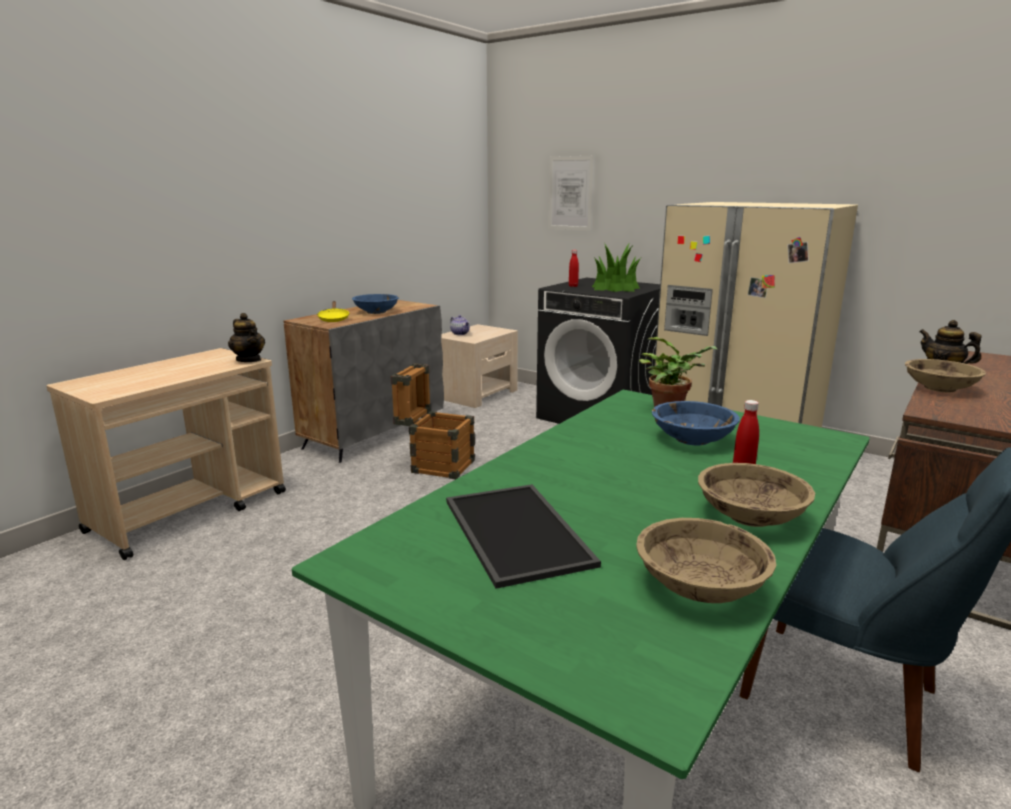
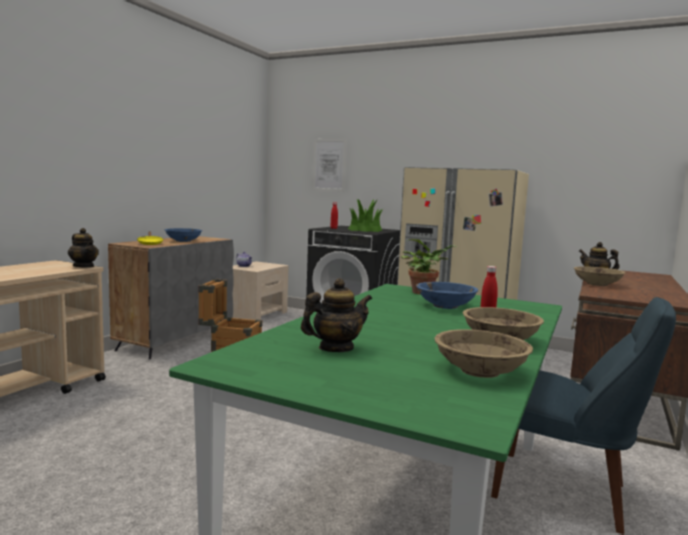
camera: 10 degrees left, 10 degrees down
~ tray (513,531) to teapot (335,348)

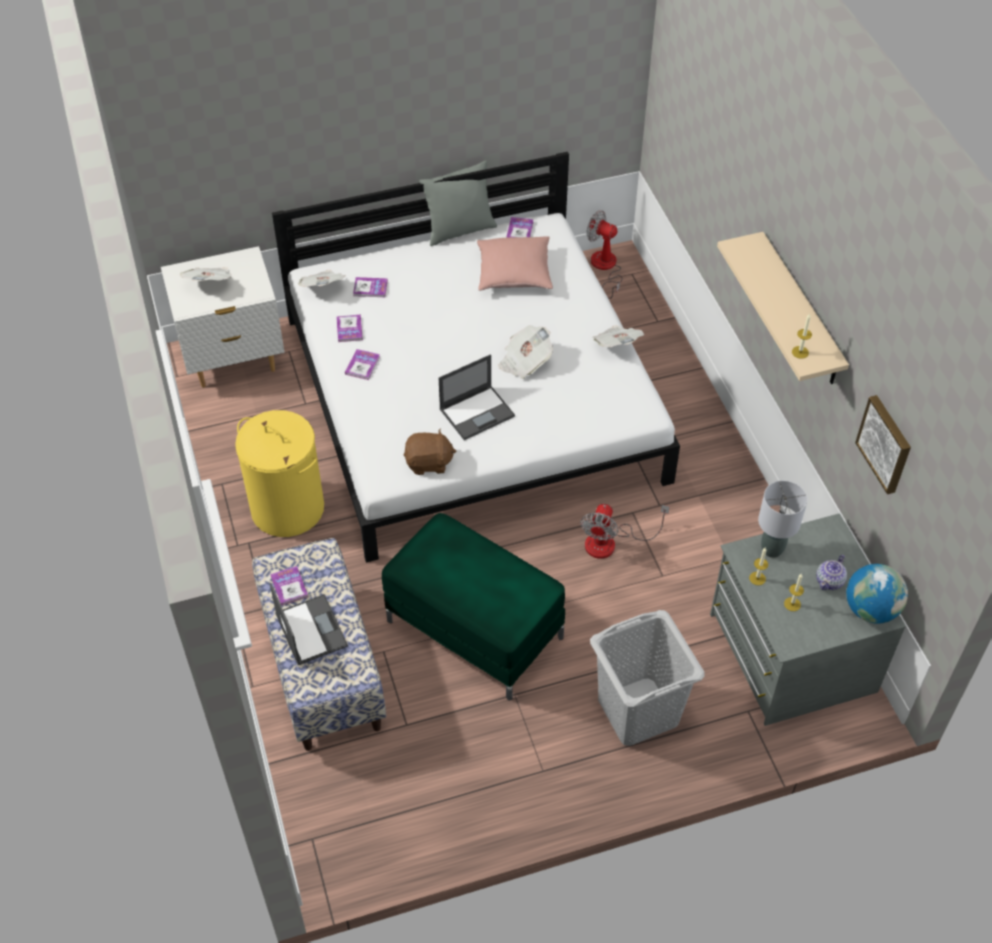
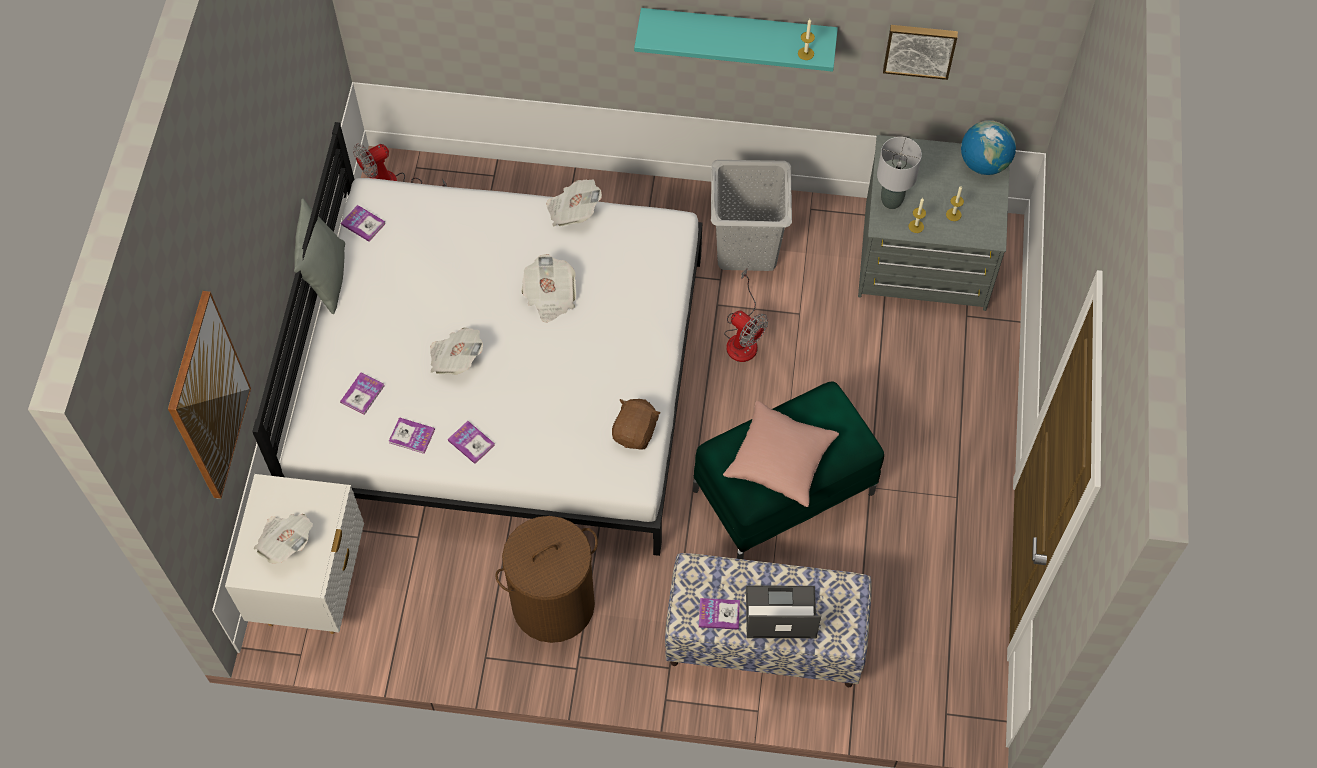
camera: 65 degrees left, 10 degrees up
- laptop (477,412)
- teapot (830,581)
+ picture (208,397)
~ newspaper (323,288) to (456,359)
~ pillow in pink (514,273) to (780,460)
~ laundry basket in grey (637,712) to (747,247)
~ laundry basket in yellow (288,508) to laundry basket in brown (553,603)
~ shelf in beige (800,311) to shelf in turquoise (738,32)

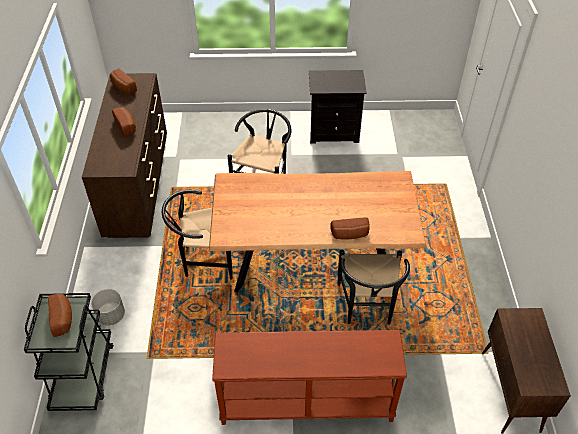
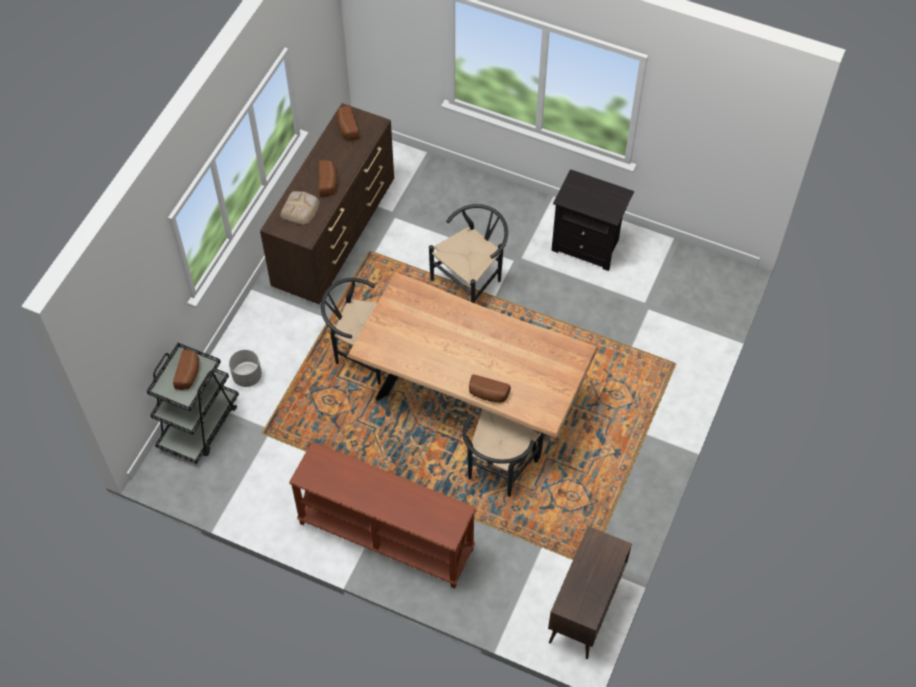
camera: 25 degrees right, 10 degrees up
+ bread (300,209)

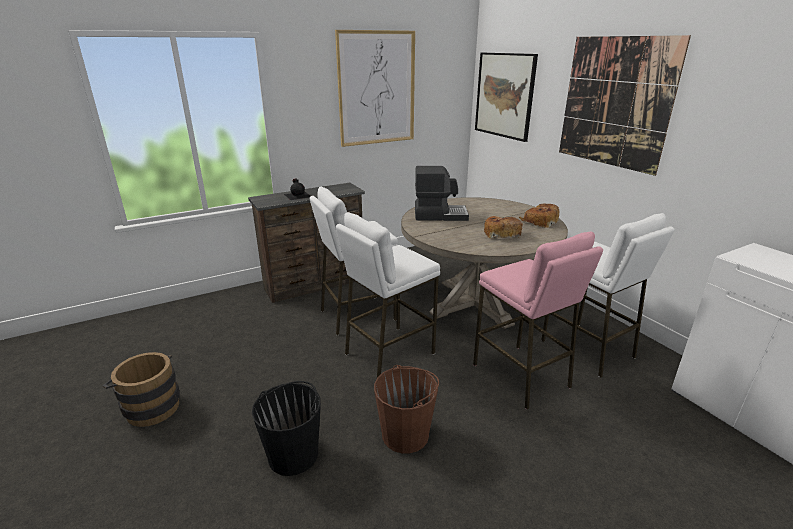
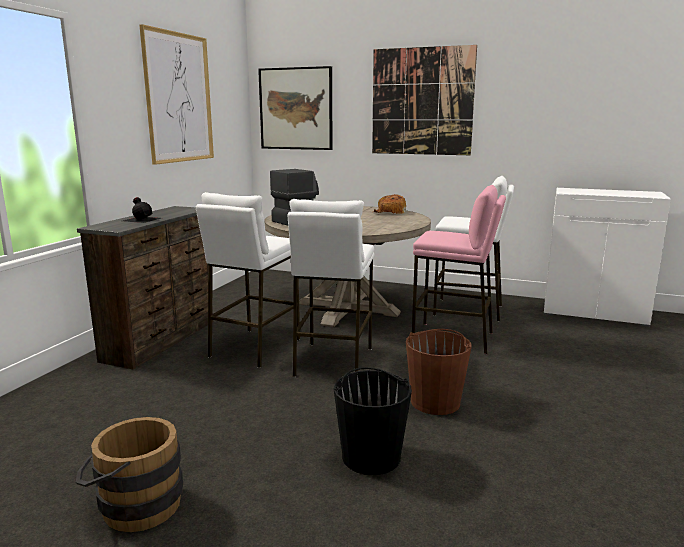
camera: 40 degrees left, 10 degrees down
- bread (501,234)

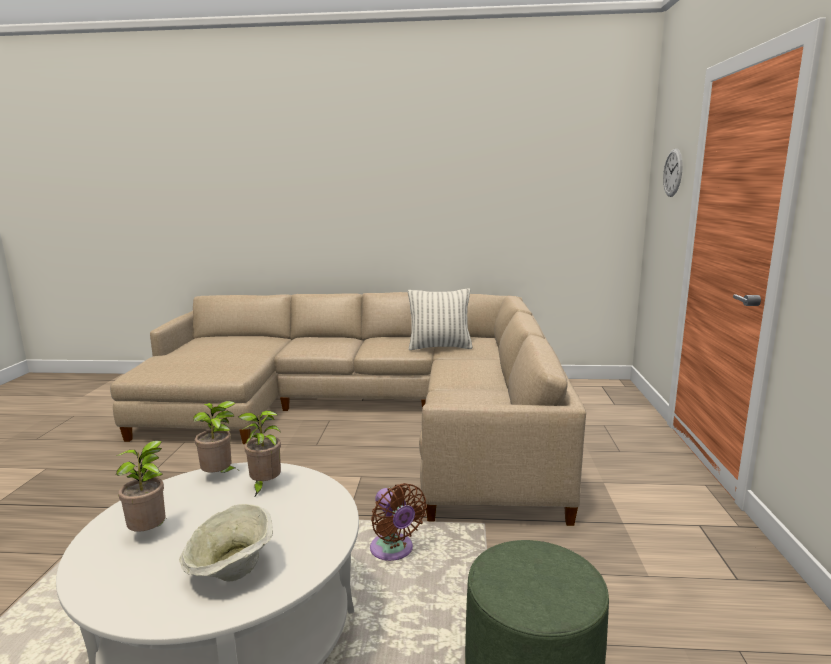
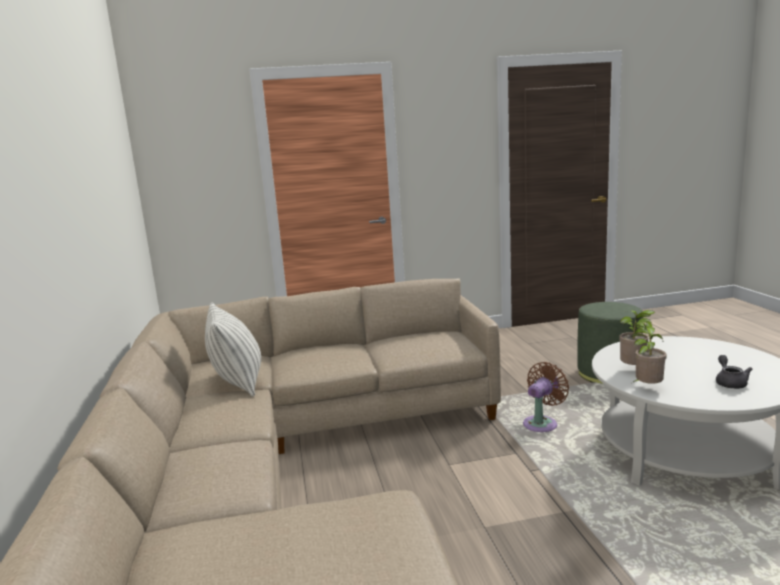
camera: 105 degrees left, 0 degrees up
- bowl in beige (231,570)
- wall clock (673,172)
~ potted plant (151,533) to teapot in grey (730,382)

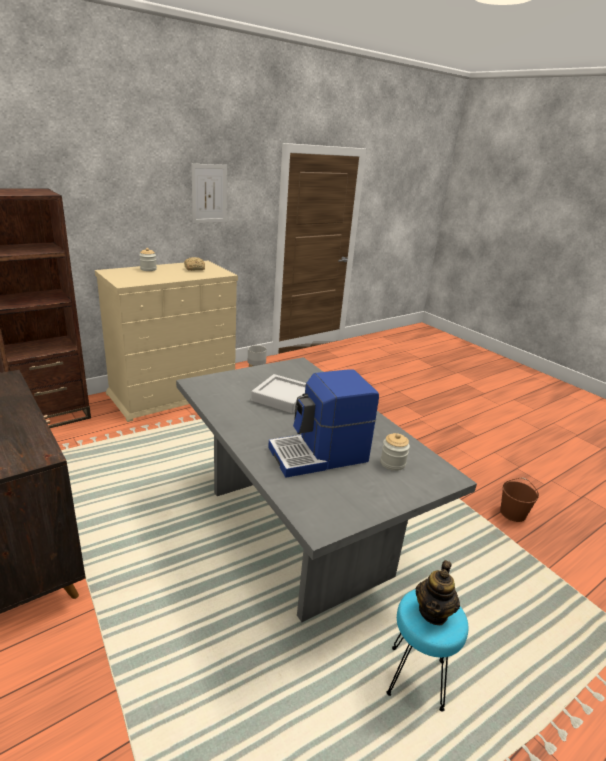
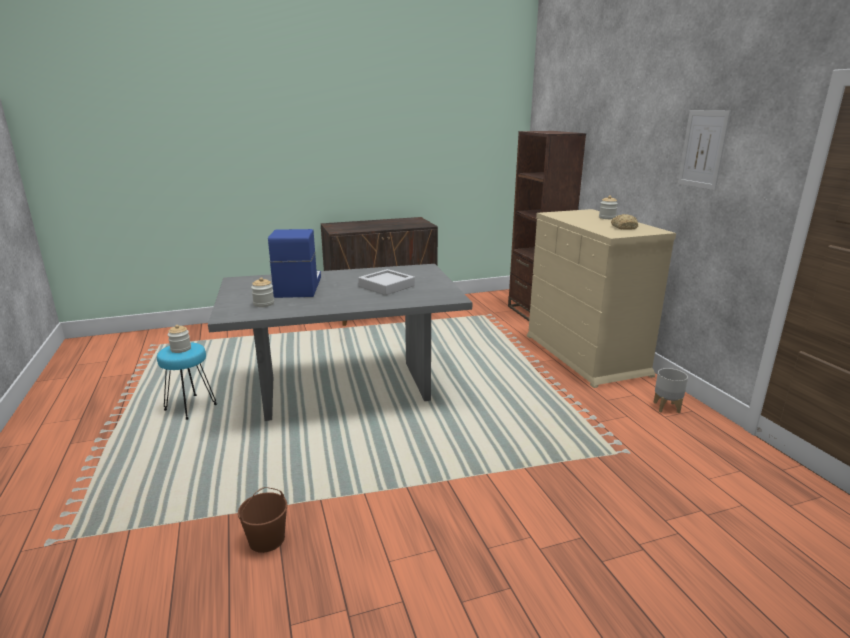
camera: 110 degrees right, 5 degrees down
~ teapot (433,612) to jar (181,349)

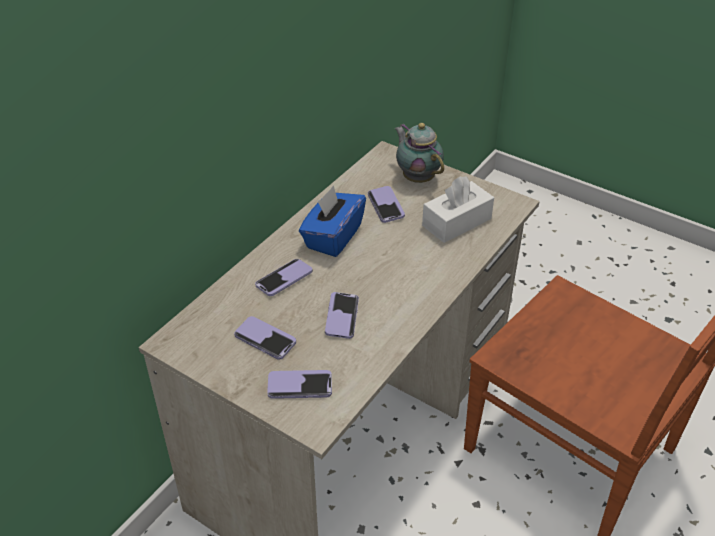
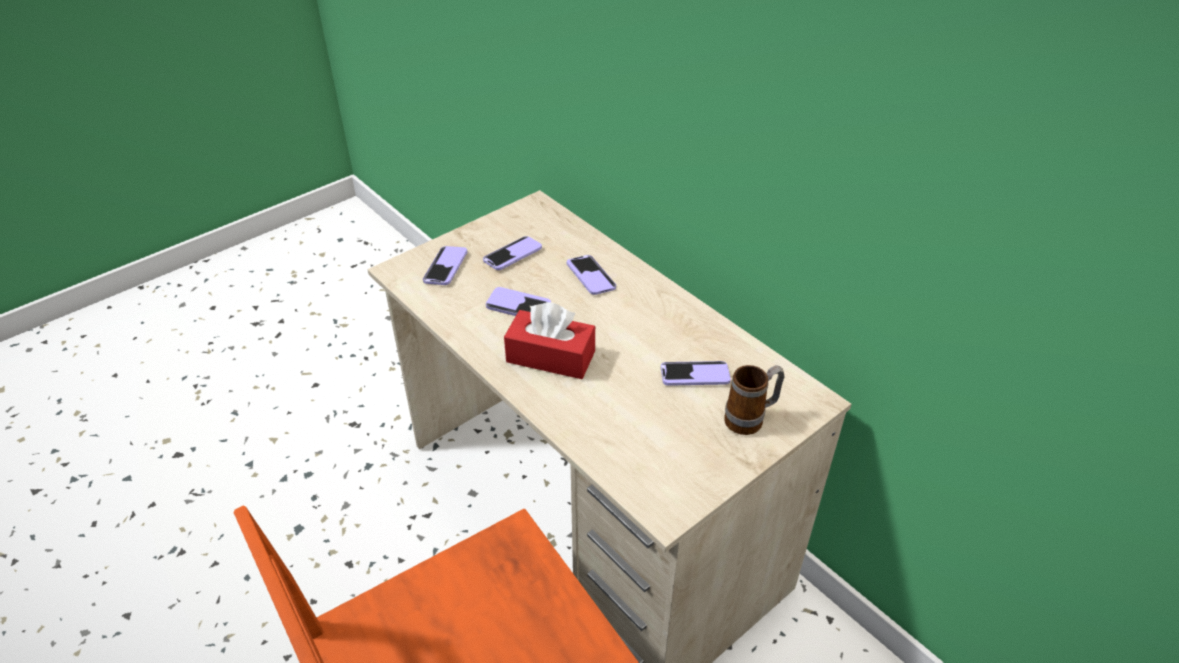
camera: 105 degrees right, 0 degrees up
- tissue box in blue (333,237)
- tissue box in white (456,222)
+ tissue box in red (550,356)
~ teapot (417,177) to mug (750,419)

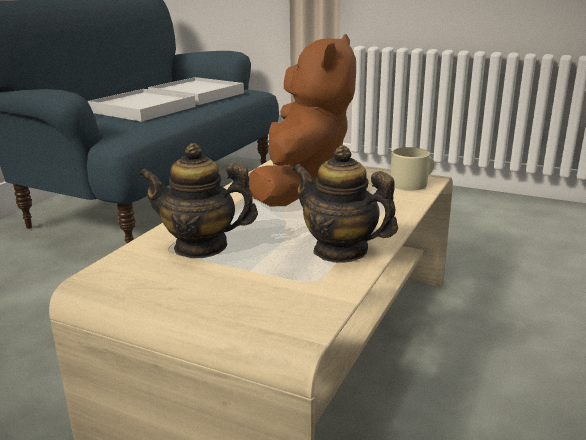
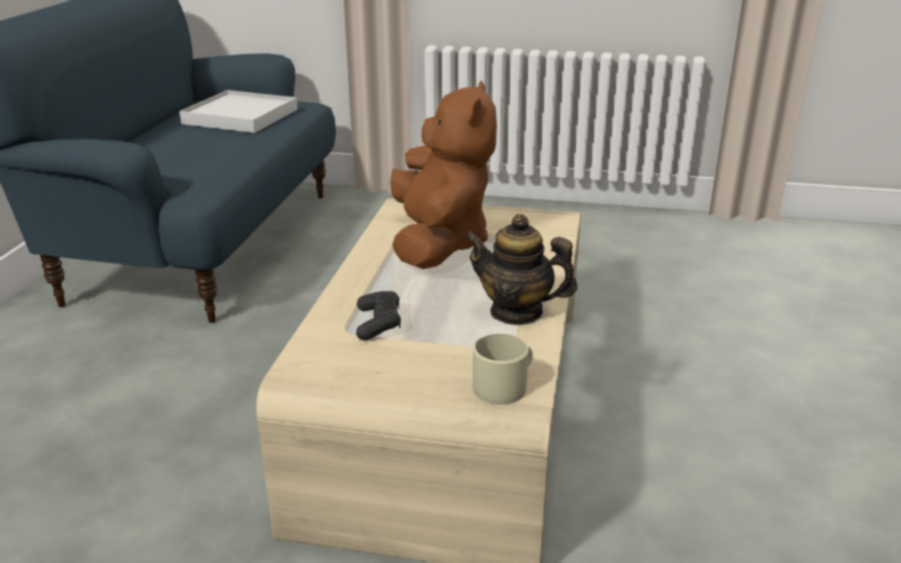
camera: 15 degrees left, 5 degrees up
- tray in white (143,109)
~ mug in beige (412,183) to (505,386)
~ teapot (201,247) to game controller in black (378,323)

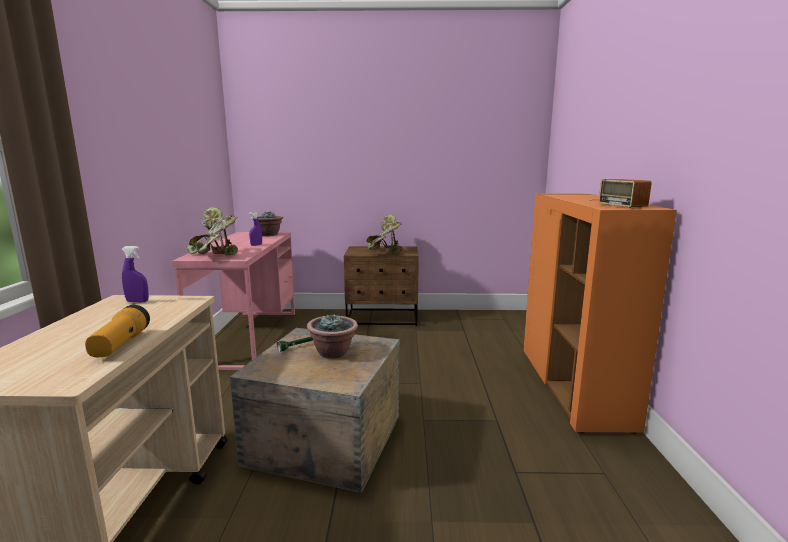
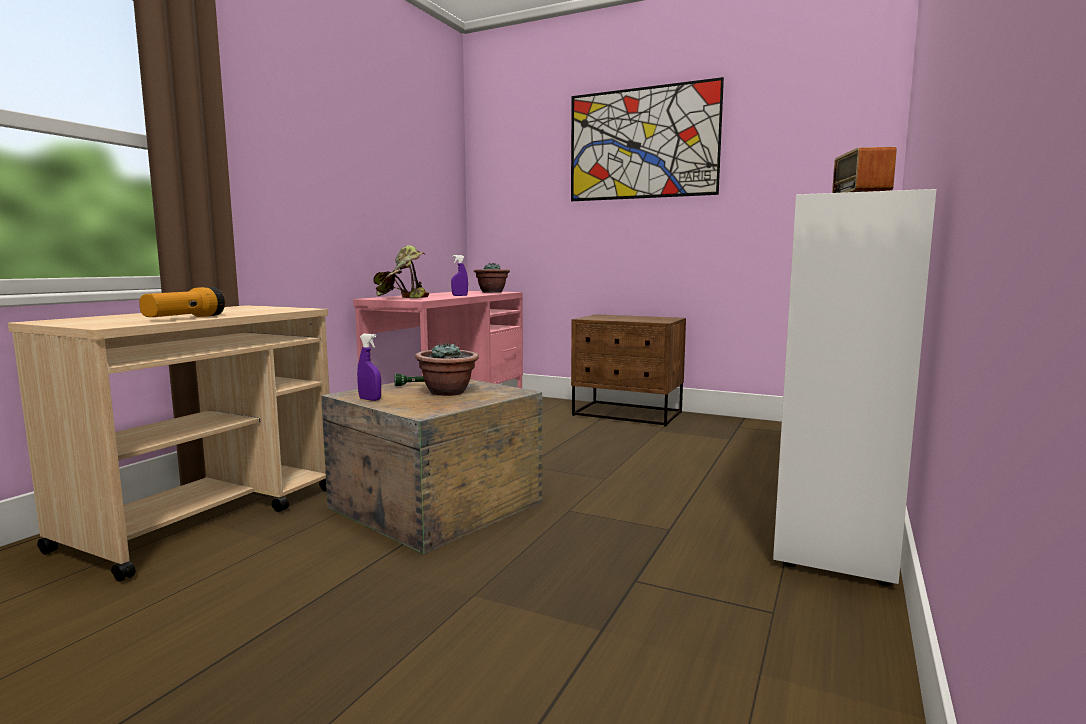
camera: 25 degrees right, 5 degrees down
- potted plant (384,252)
+ picture (642,143)
~ spray bottle in purple (137,301) to (370,399)
~ cabinet in orange (573,388) to cabinet in white (837,520)

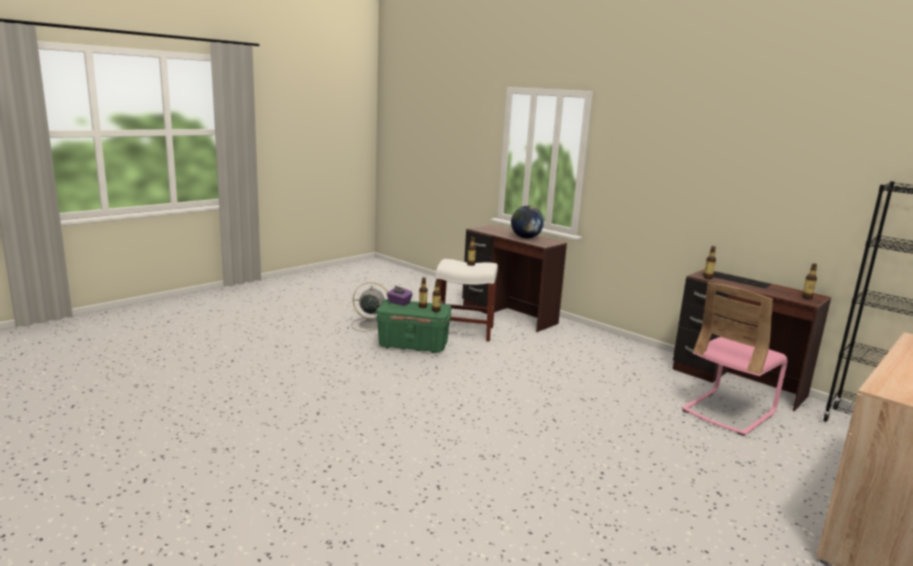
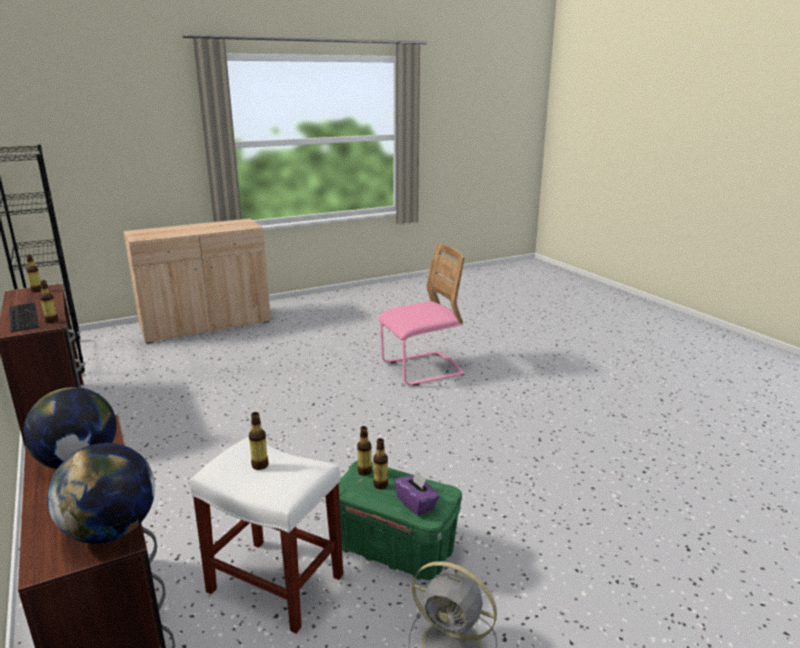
camera: 160 degrees left, 5 degrees up
+ globe (111,530)
~ chair in pink (728,411) to (422,369)

